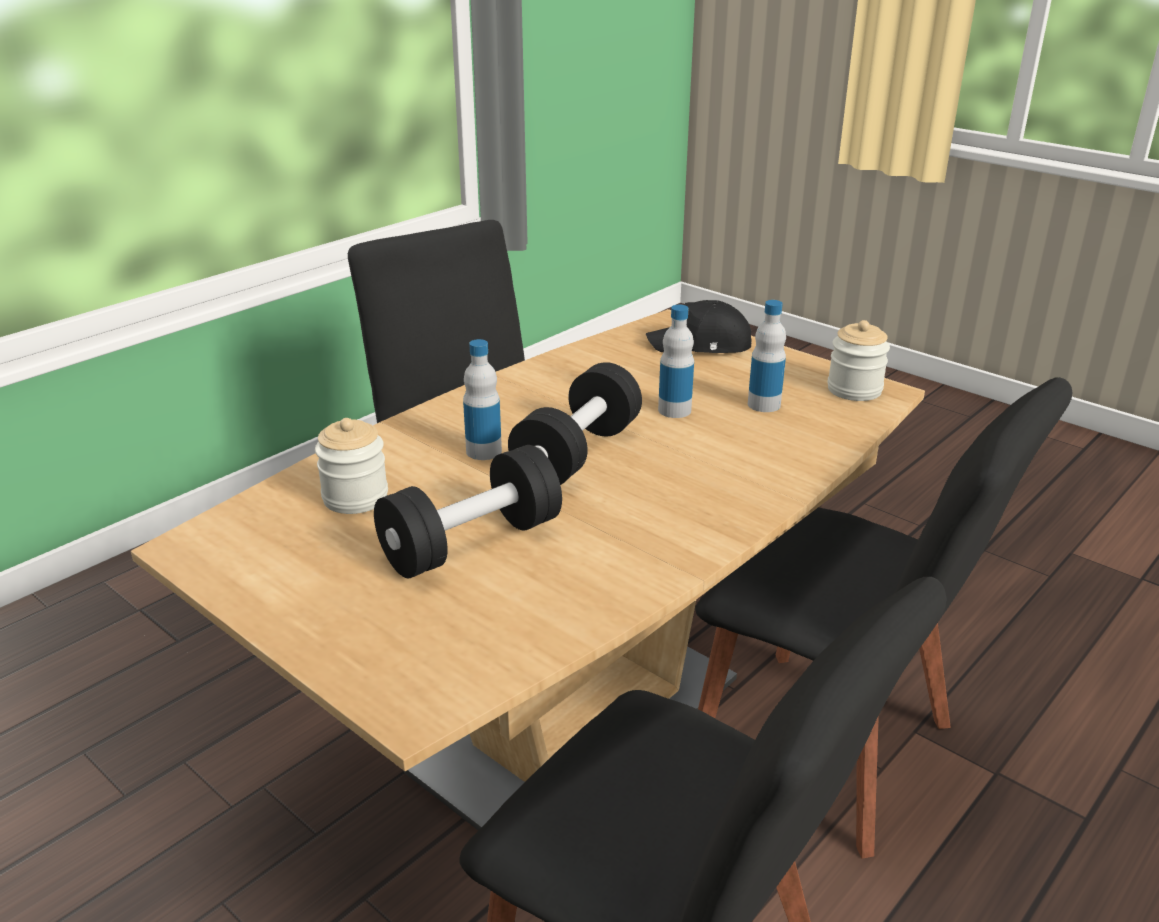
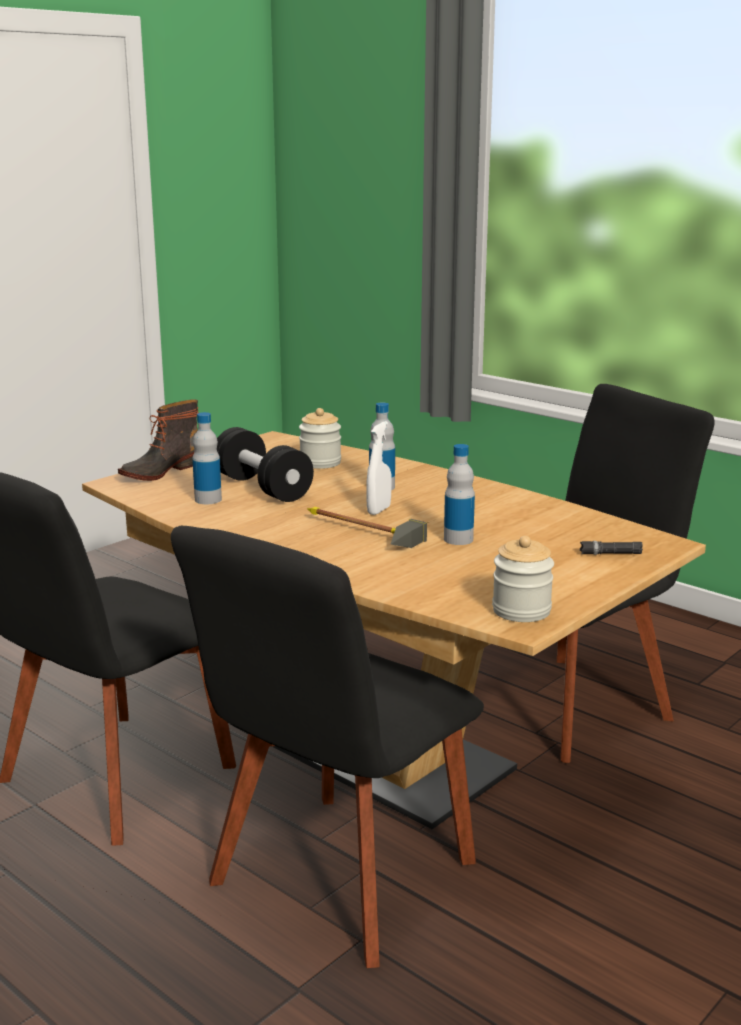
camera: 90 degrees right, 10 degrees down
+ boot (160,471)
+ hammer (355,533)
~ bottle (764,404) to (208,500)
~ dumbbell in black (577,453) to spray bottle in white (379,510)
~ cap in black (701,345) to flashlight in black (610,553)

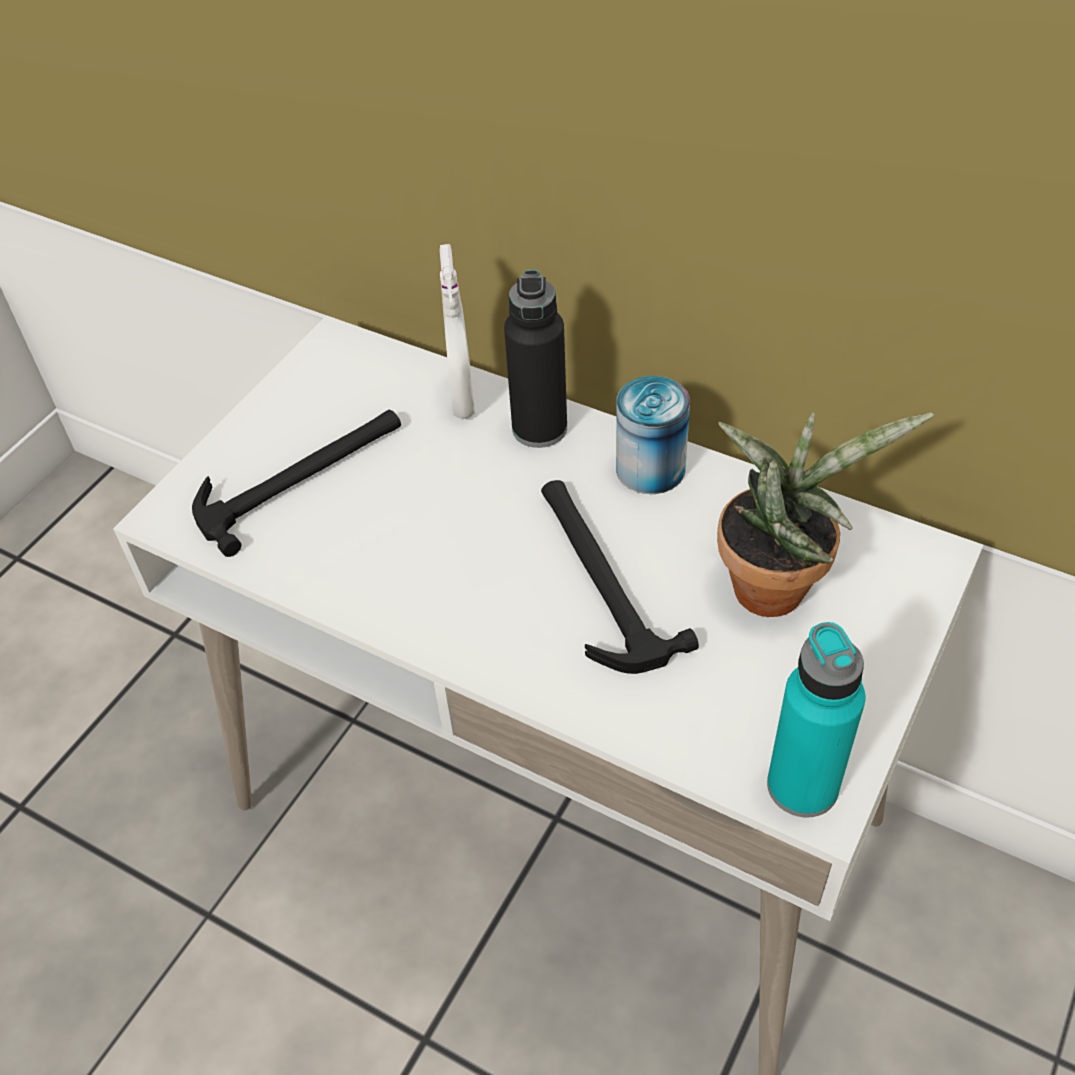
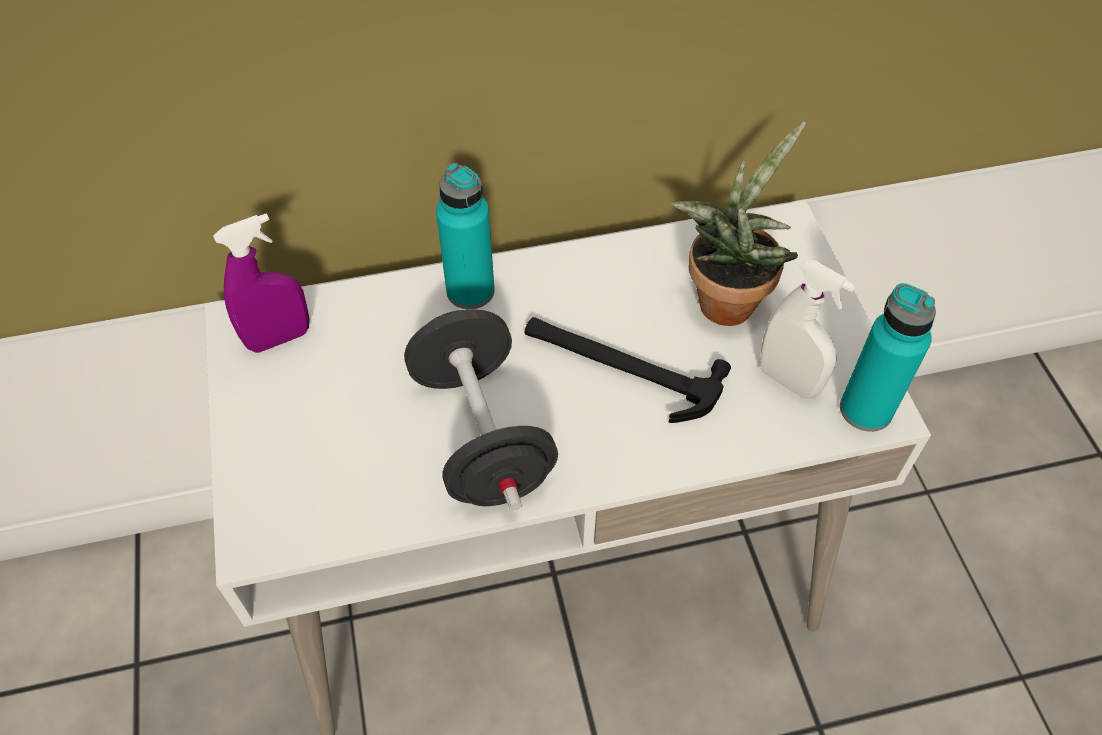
camera: 45 degrees left, 5 degrees up
- hammer (301,476)
- can (650,468)
+ spray bottle in purple (279,338)
+ dumbbell in black (482,435)
~ spray bottle in white (463,399) to (788,381)
~ bottle in black (539,428) to bottle in turquoise (470,291)

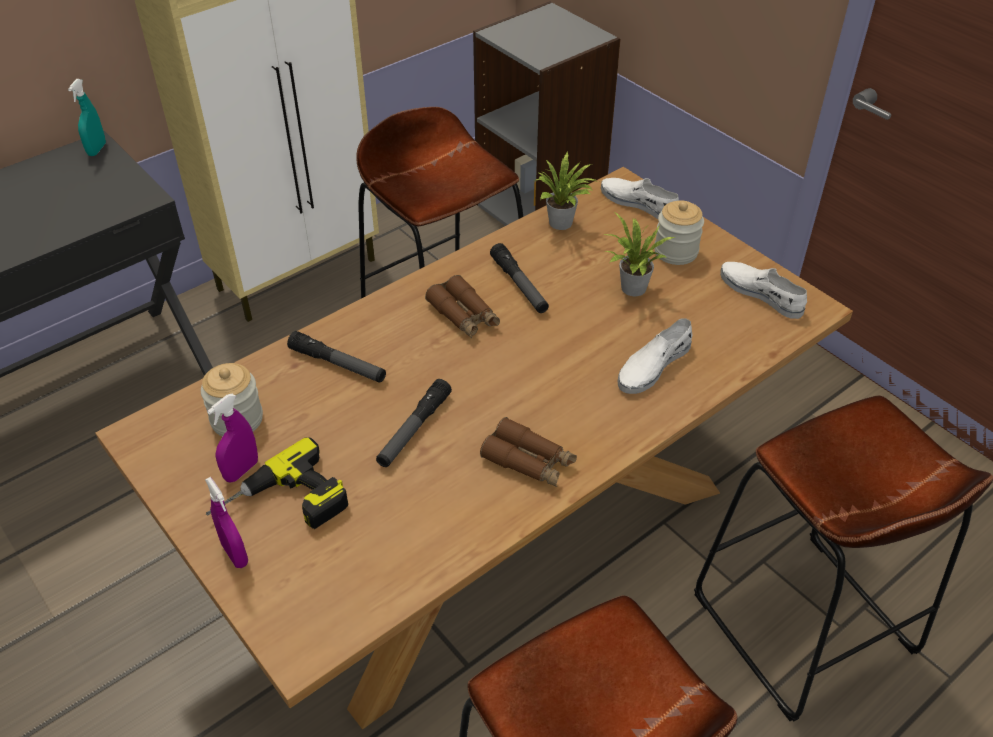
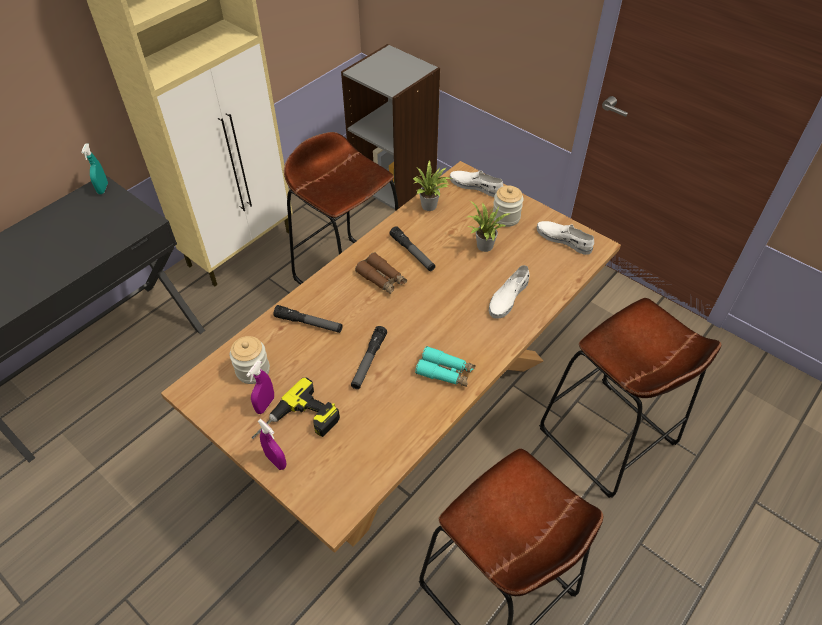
camera: 10 degrees left, 5 degrees up
~ binoculars in brown (529,461) to binoculars in turquoise (445,372)

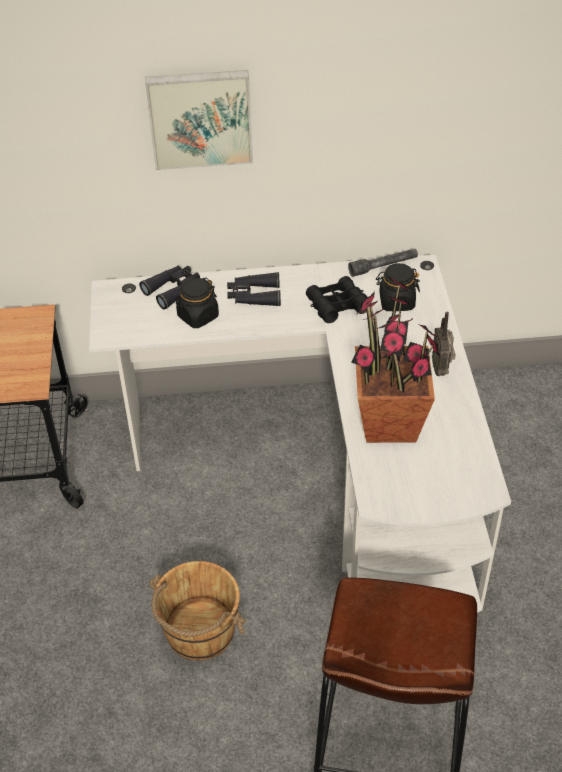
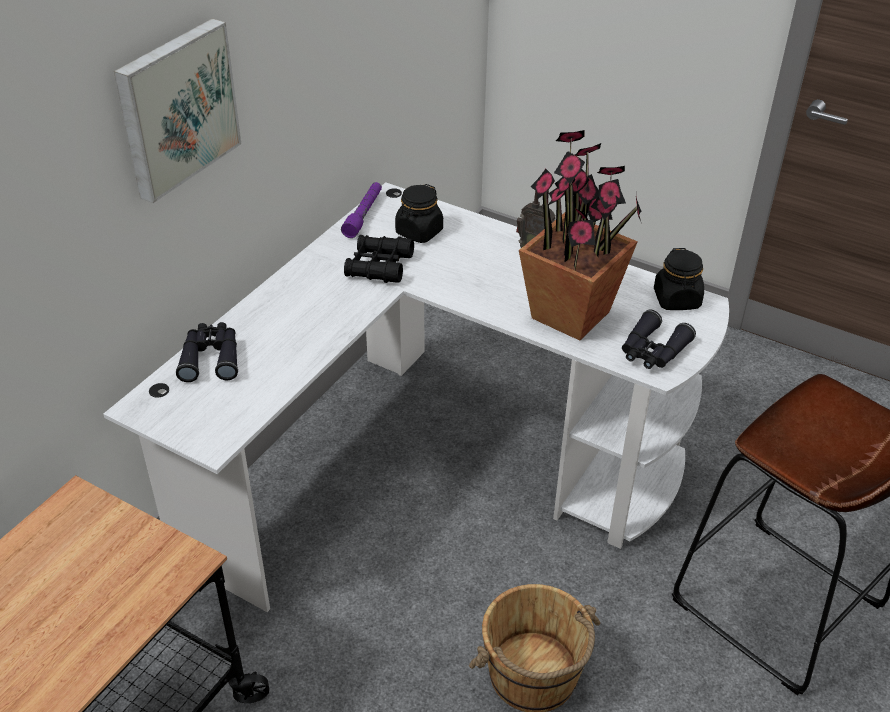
camera: 55 degrees left, 5 degrees down
~ jar in black (198,316) to (677,300)
~ binoculars in black (253,296) to (652,351)
~ flashlight in grey (383,266) to flashlight in purple (363,215)

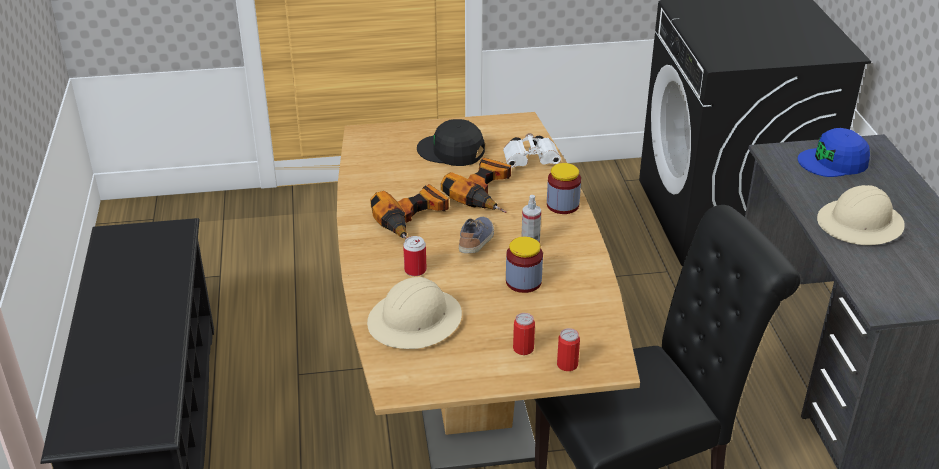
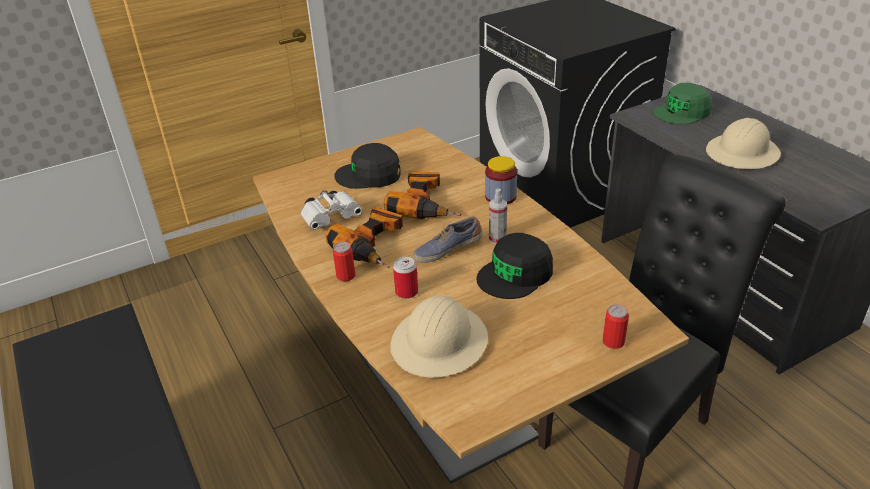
camera: 20 degrees left, 0 degrees up
~ binoculars in white (532,161) to (332,218)
~ can (523,349) to (346,276)
~ jar (523,282) to cap in black (515,274)
~ cap in blue (833,162) to cap in green (682,112)
~ shoe (477,242) = (447,250) 105 degrees counterclockwise

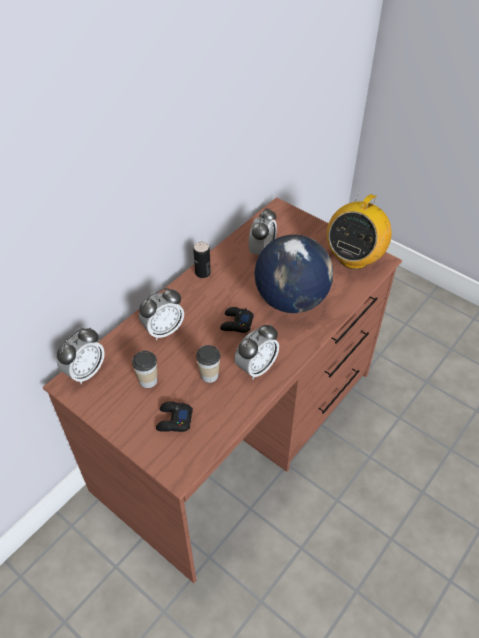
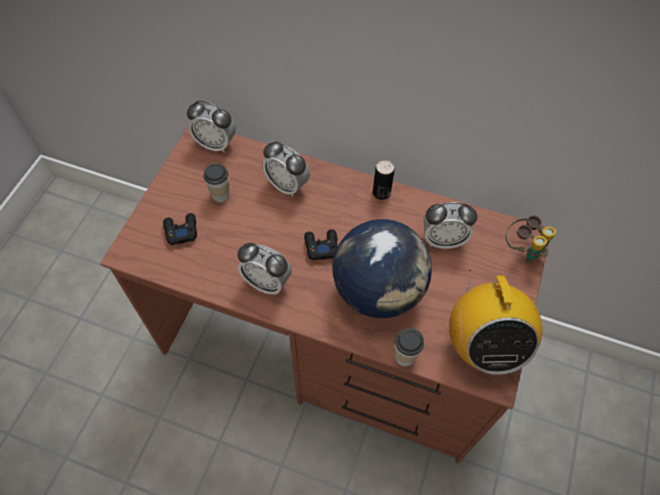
camera: 70 degrees right, 10 degrees up
+ binoculars (523,250)
~ cup (209,375) to (405,356)
~ radio (354,258) = (483,345) 105 degrees counterclockwise

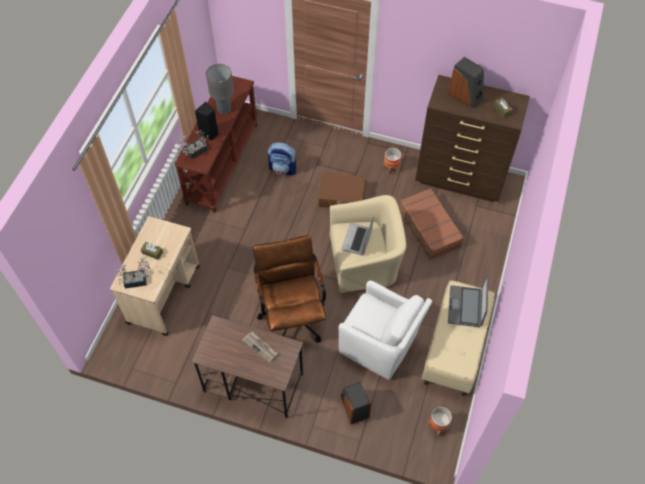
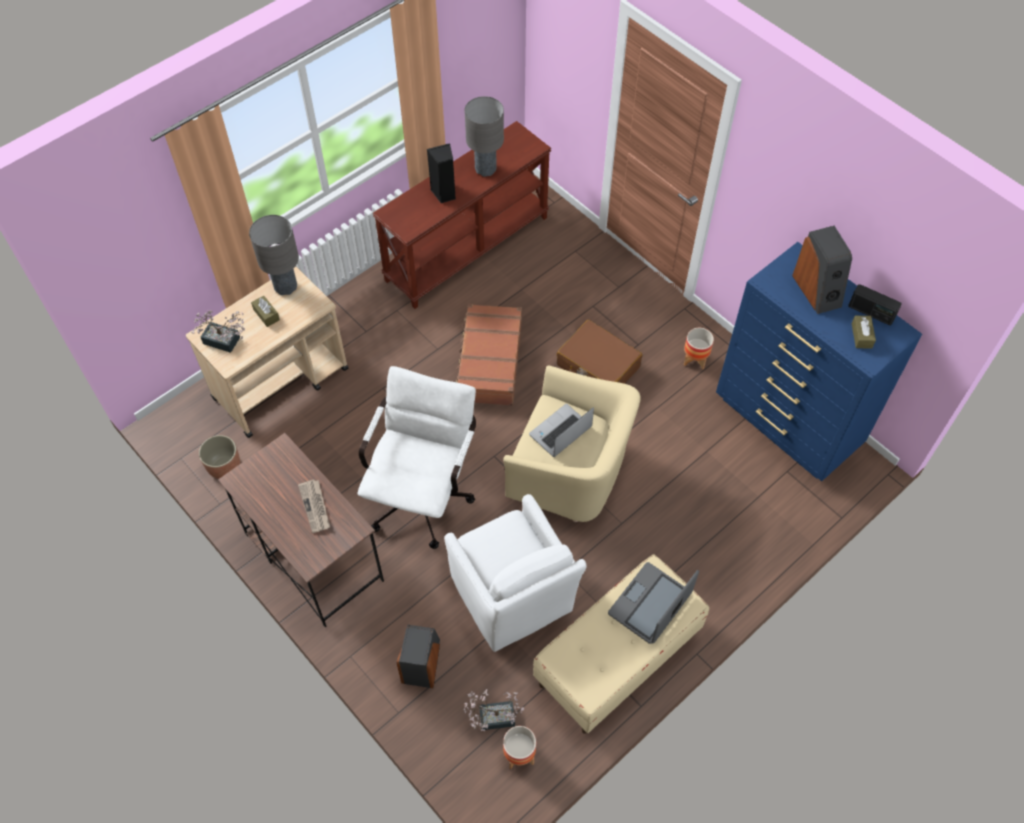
camera: 30 degrees right, 0 degrees up
- backpack (283,169)
+ planter (224,466)
+ table lamp in grey (285,287)
+ radio (871,312)
~ potted plant (194,151) to (492,717)
~ suitcase in brown (428,228) to (489,362)
~ office chair in brown (292,314) to office chair in white (423,493)
~ dresser in brown (460,179) to dresser in blue (787,423)

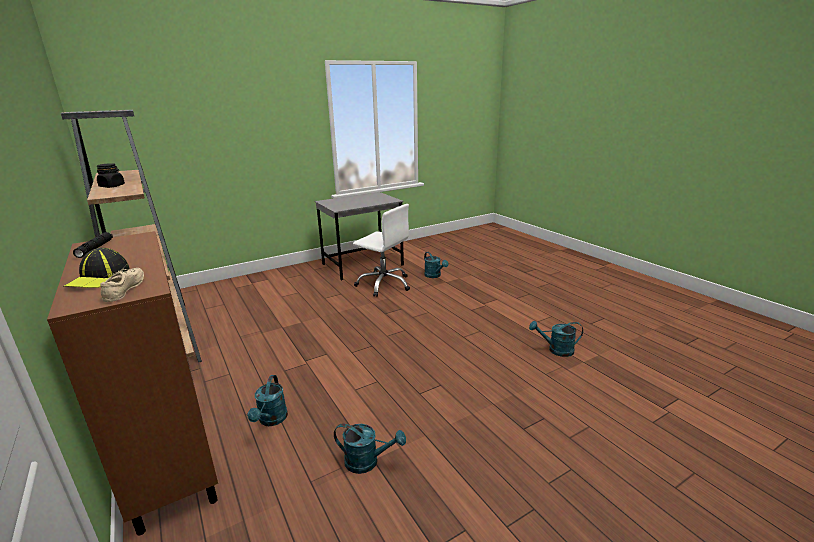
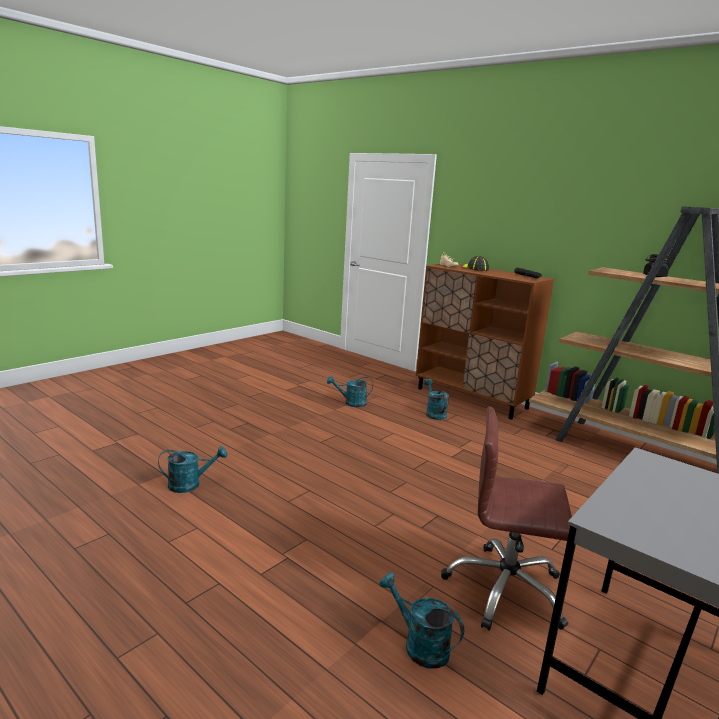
camera: 160 degrees right, 5 degrees down
~ office chair in white (384,284) to office chair in brown (505,590)

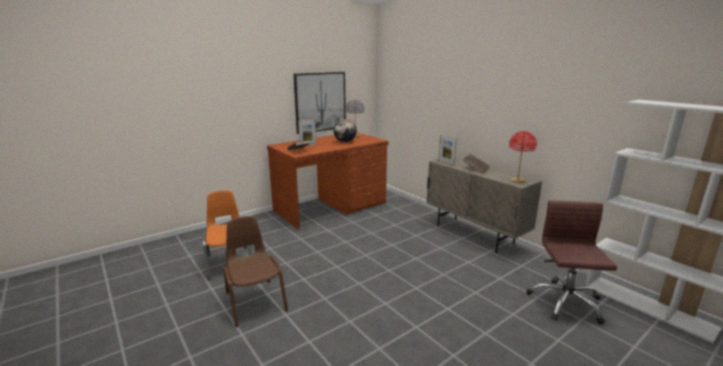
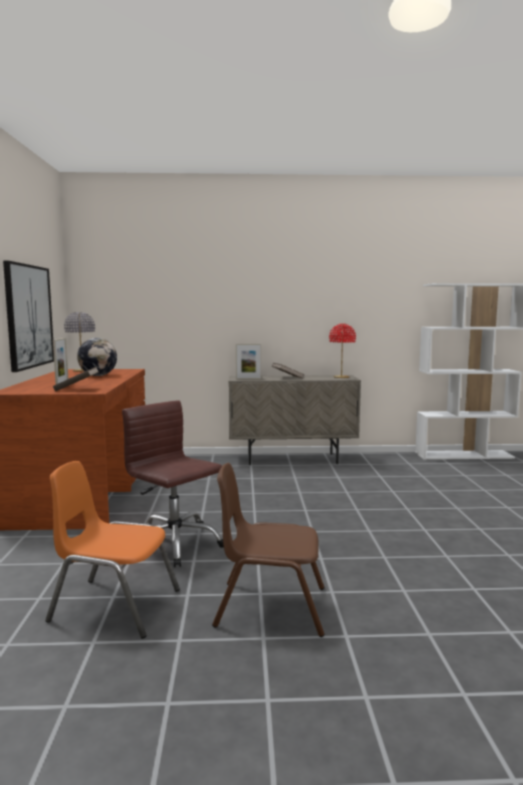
camera: 55 degrees left, 10 degrees down
~ office chair in brown (565,302) to (174,544)

